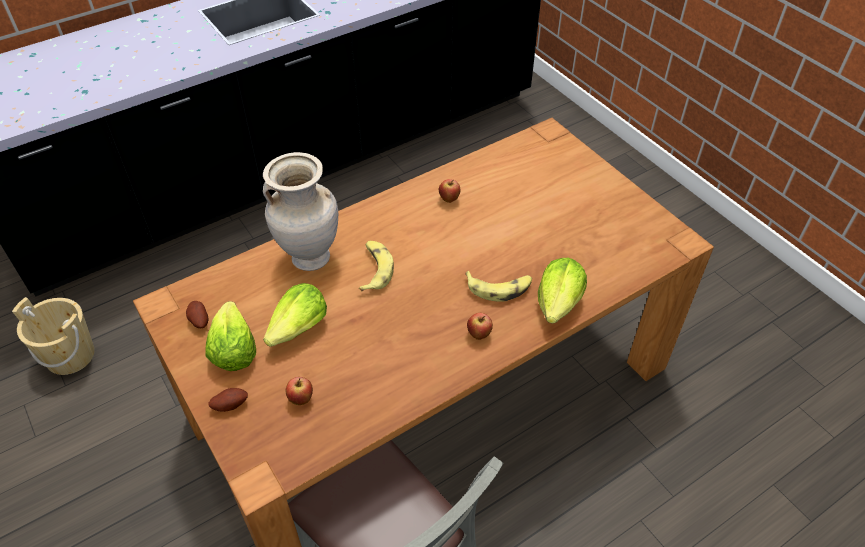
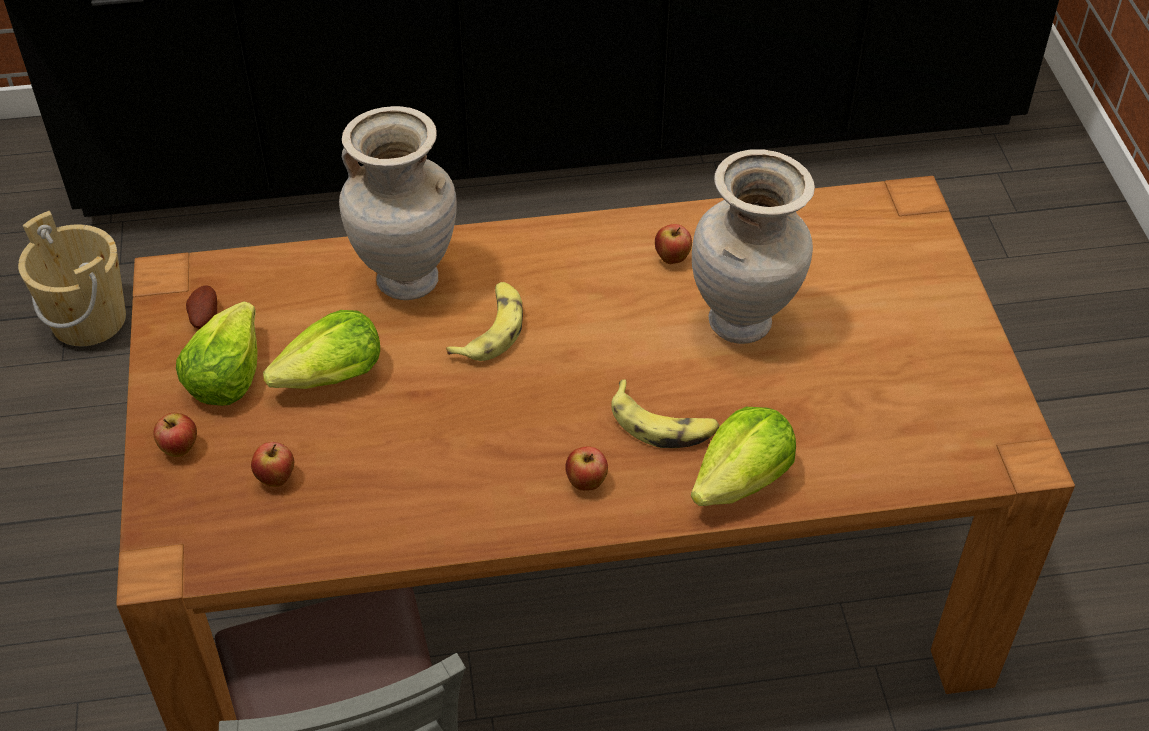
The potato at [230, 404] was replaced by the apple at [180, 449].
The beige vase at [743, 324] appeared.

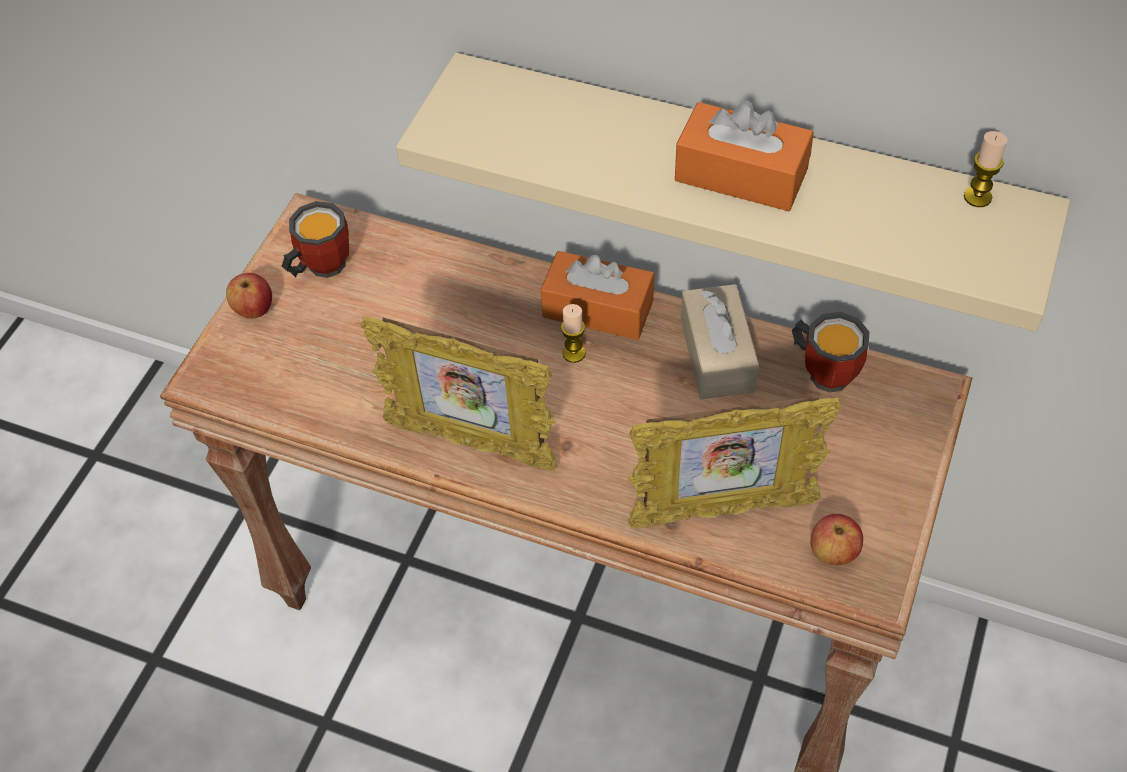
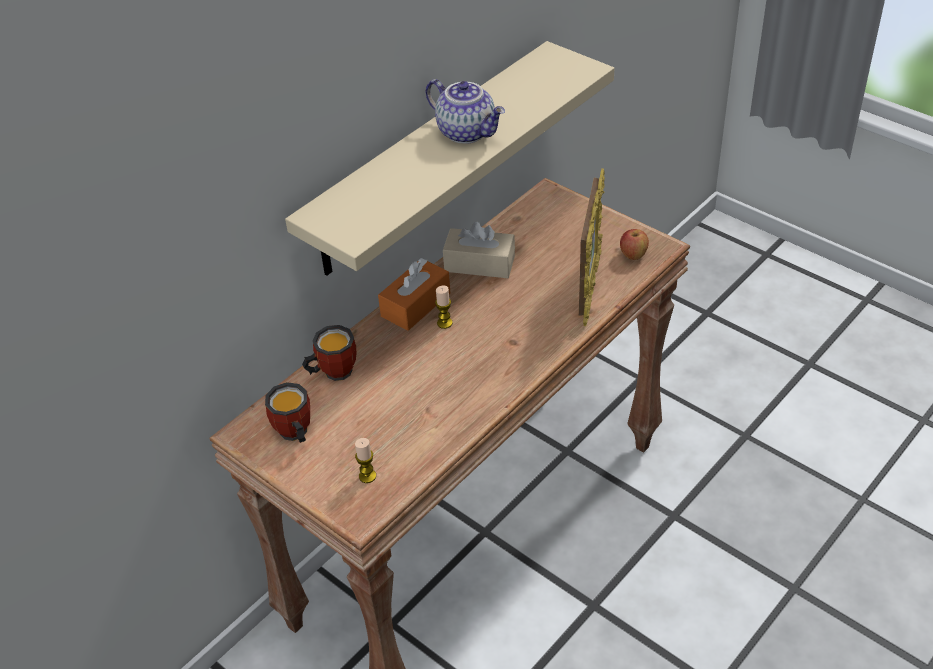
The apple at [254, 309] disappeared.
The picture frame at [471, 444] disappeared.
The orange tissue box at [741, 175] was replaced by the teapot at [467, 132].
The mug moved from [825, 369] to [332, 371].
The candle moved from [977, 197] to [367, 476].

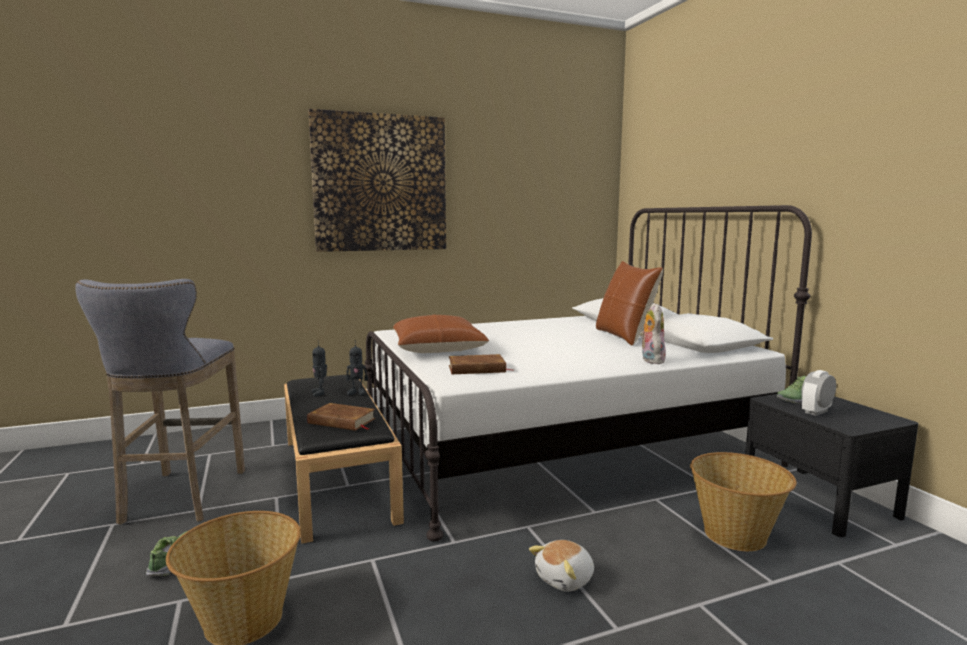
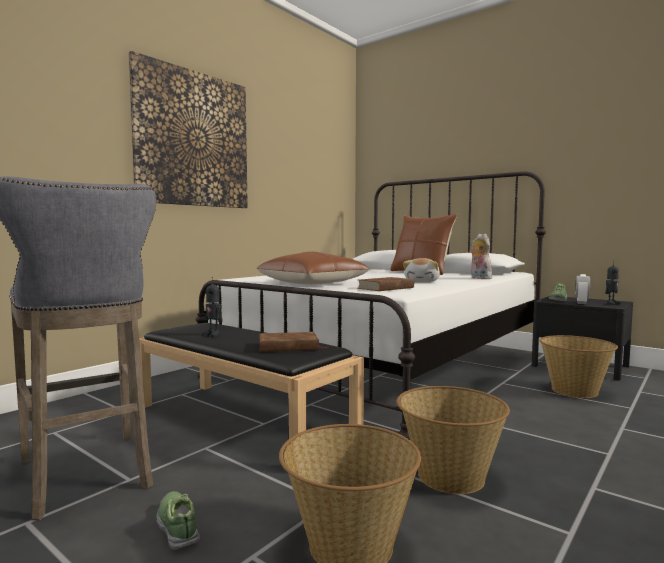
The toy robot moved from [357, 393] to [611, 303].
The plush toy moved from [566, 579] to [423, 281].
The basket at [449, 477] appeared.

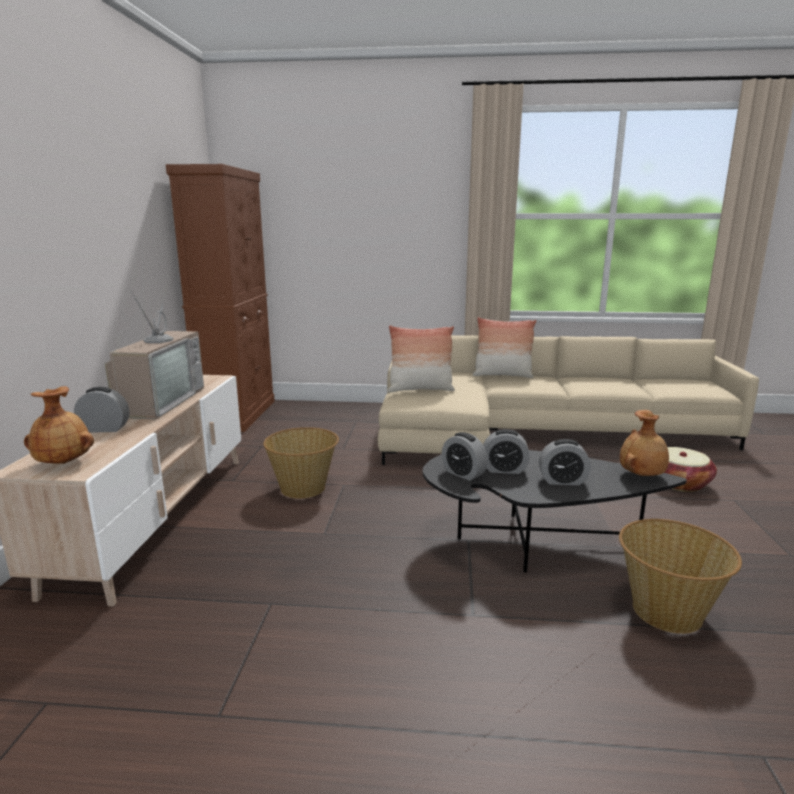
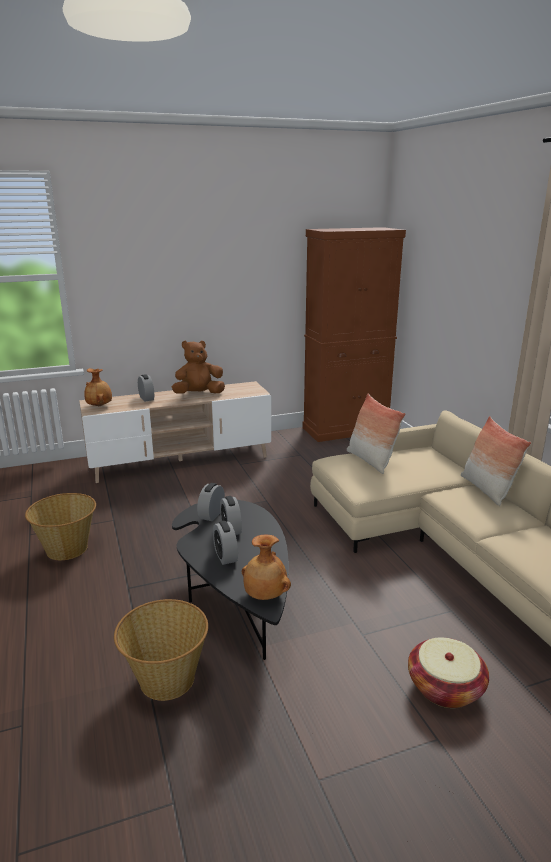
The television at [159, 401] was replaced by the brown plush toy at [198, 394].
The basket moved from [304, 488] to [67, 549].

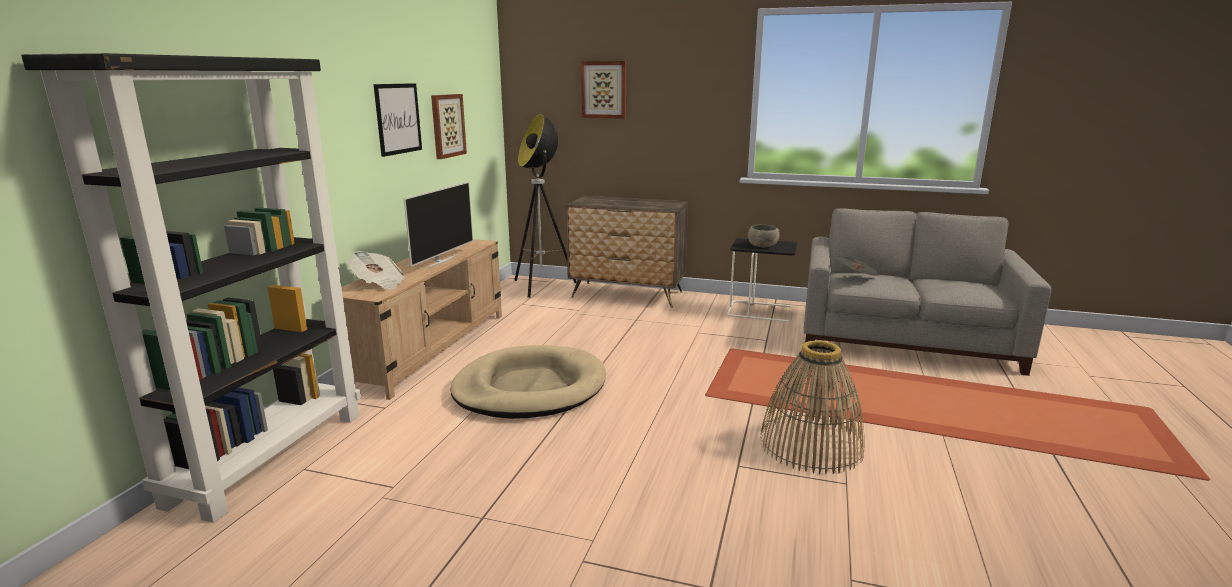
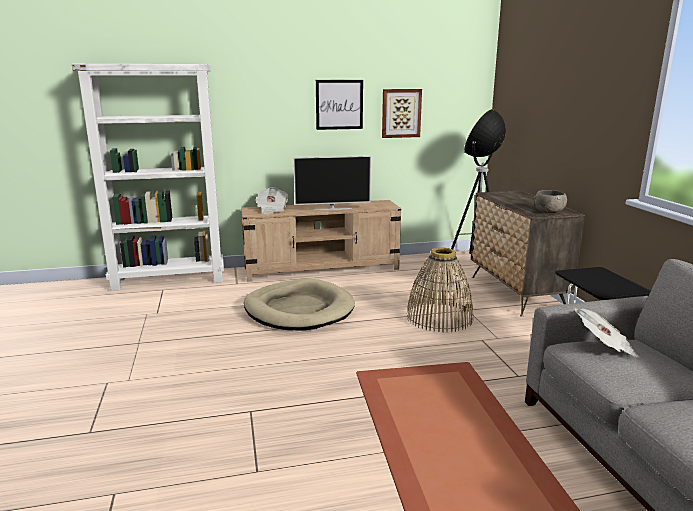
The black bookcase at [269, 456] became the white bookcase at [170, 279].
The picture at [604, 89] disappeared.
The grey bowl moved from [762, 246] to [549, 211].
The basket moved from [811, 445] to [439, 317].

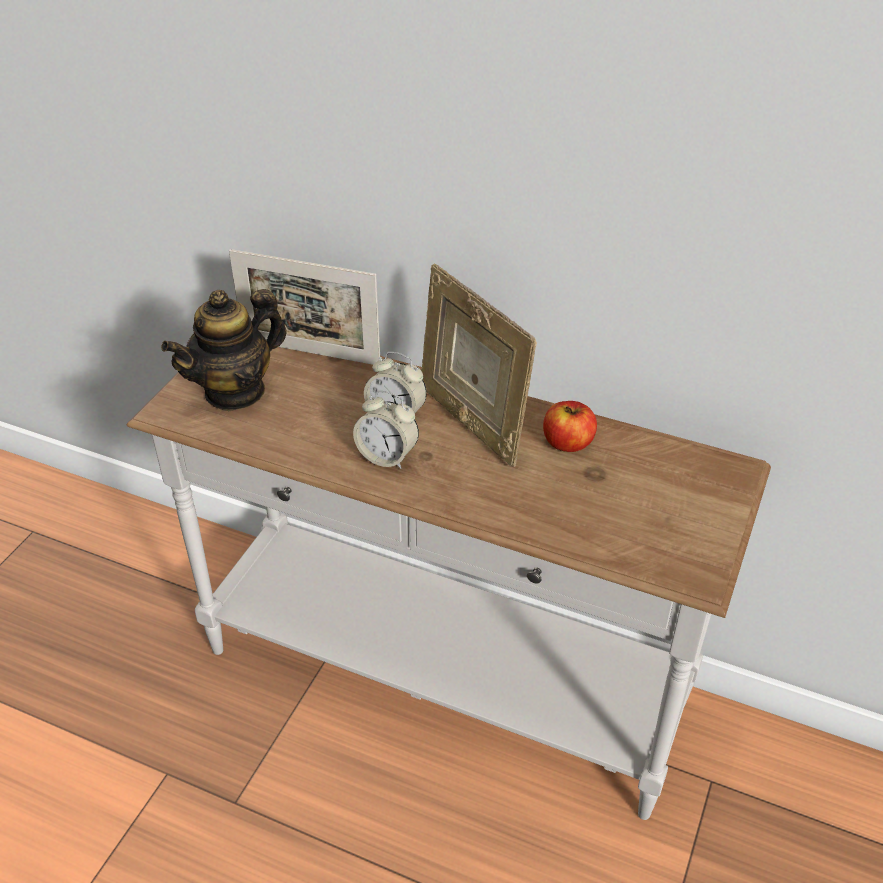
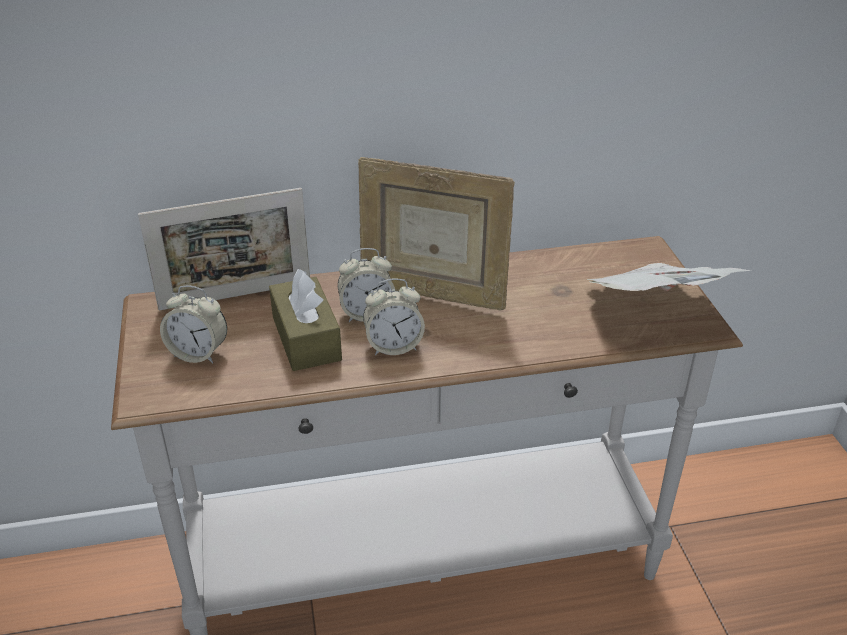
The teapot at [235, 391] was replaced by the alarm clock at [198, 353].
The apple at [568, 443] disappeared.
The brown tissue box at [306, 338] appeared.
The newspaper at [658, 309] appeared.

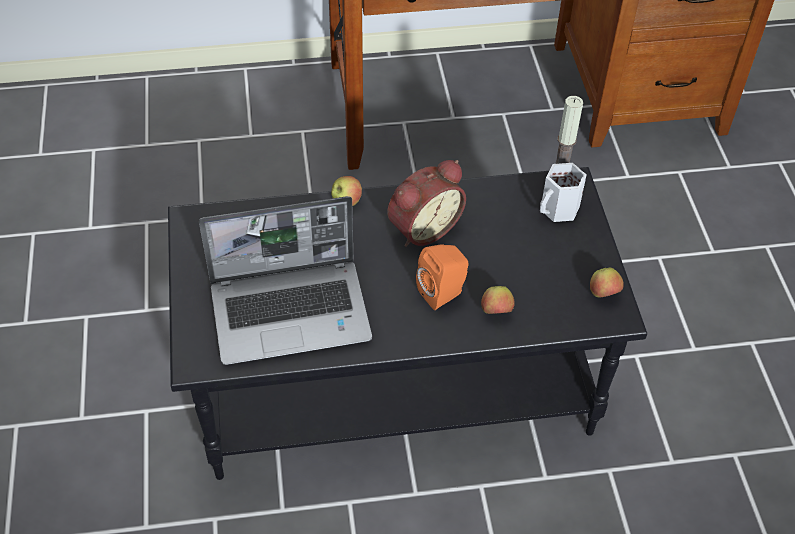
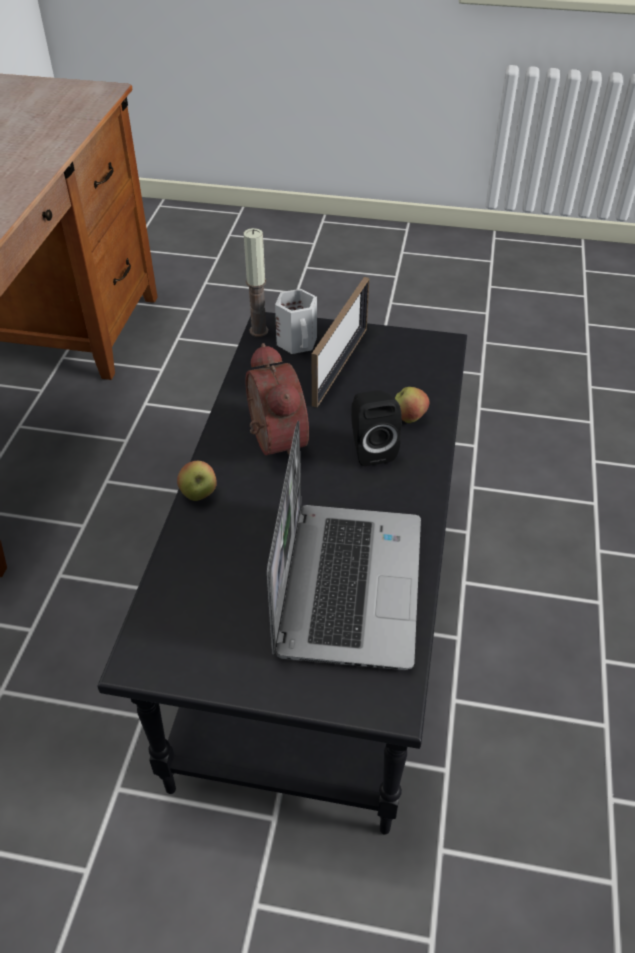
The orange speaker at [443, 293] became the black speaker at [371, 449].
The apple at [603, 294] disappeared.
The picture frame at [340, 365] appeared.

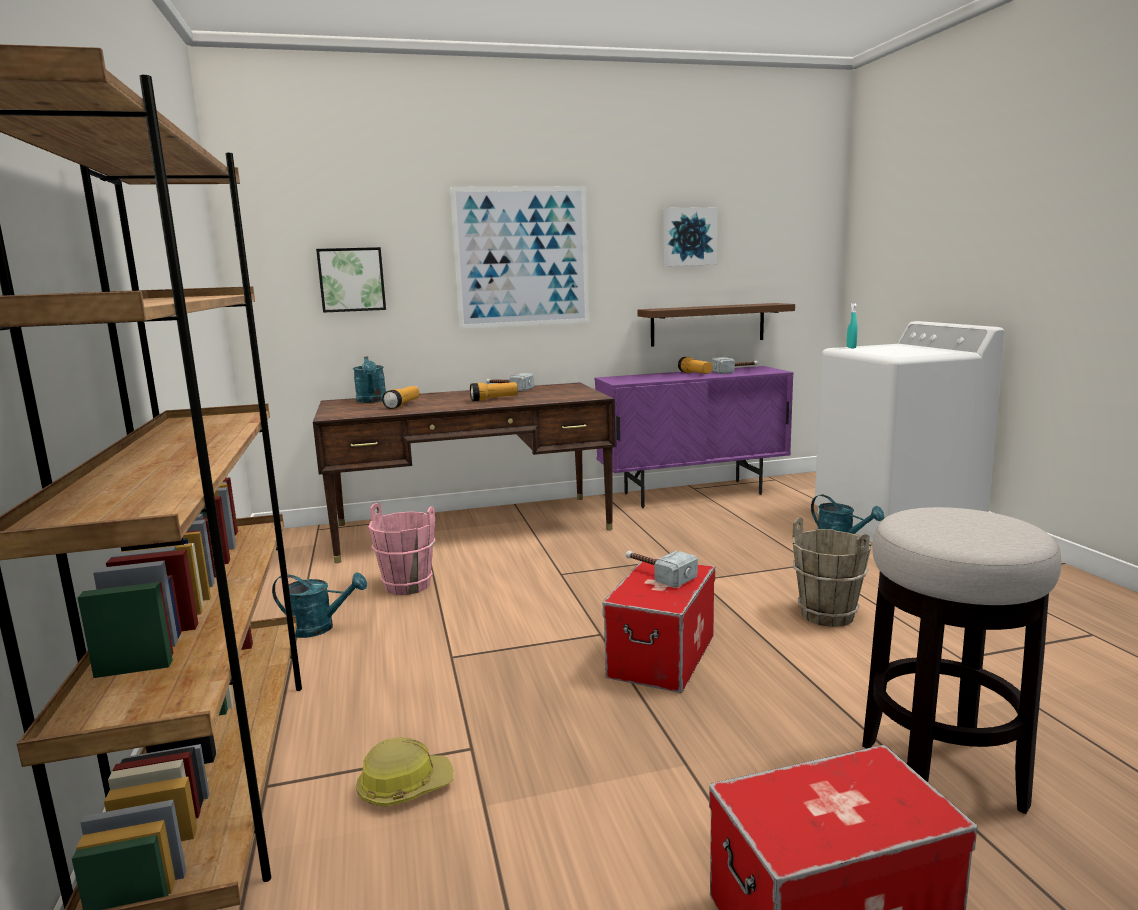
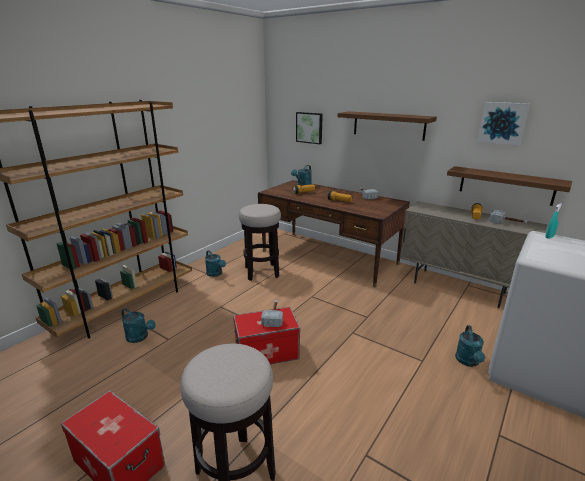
The hard hat at [404, 787] was replaced by the turquoise watering can at [140, 337].
The pink bucket at [407, 586] was replaced by the stool at [261, 272].
The picture at [522, 257] was replaced by the brown shelf at [388, 125].
The purple cabinet at [693, 494] became the beige cabinet at [459, 288].
The brown bucket at [827, 615] disappeared.

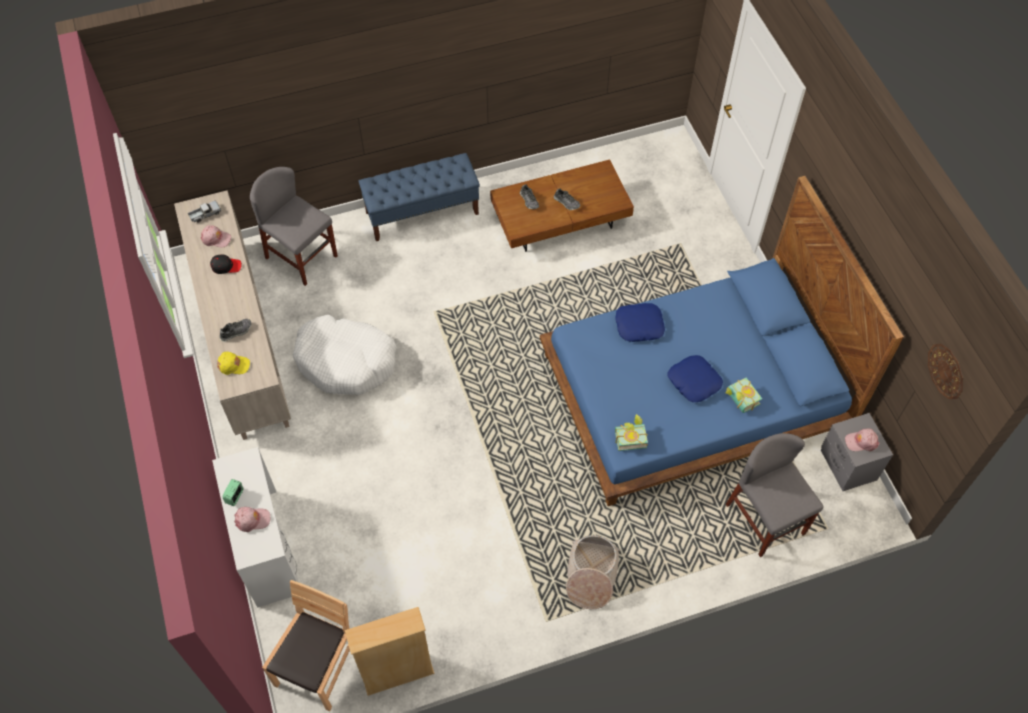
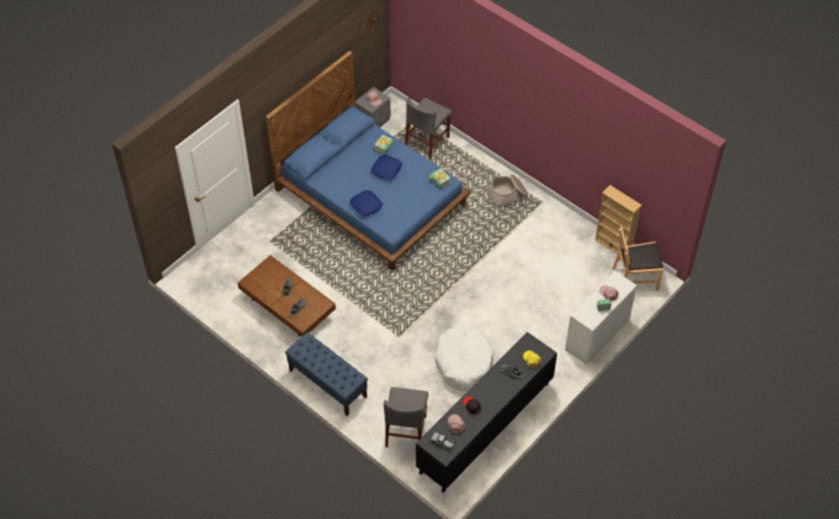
The beige cabinet at [241, 337] became the black cabinet at [485, 427].

